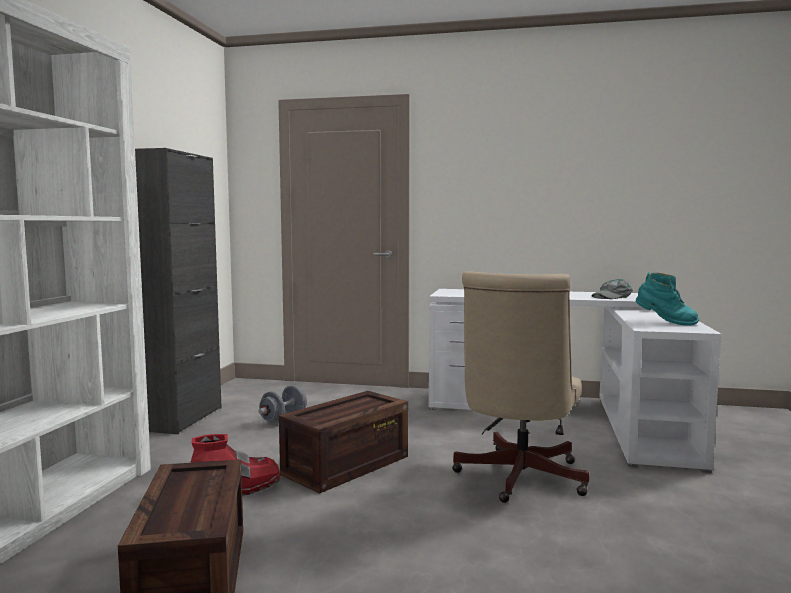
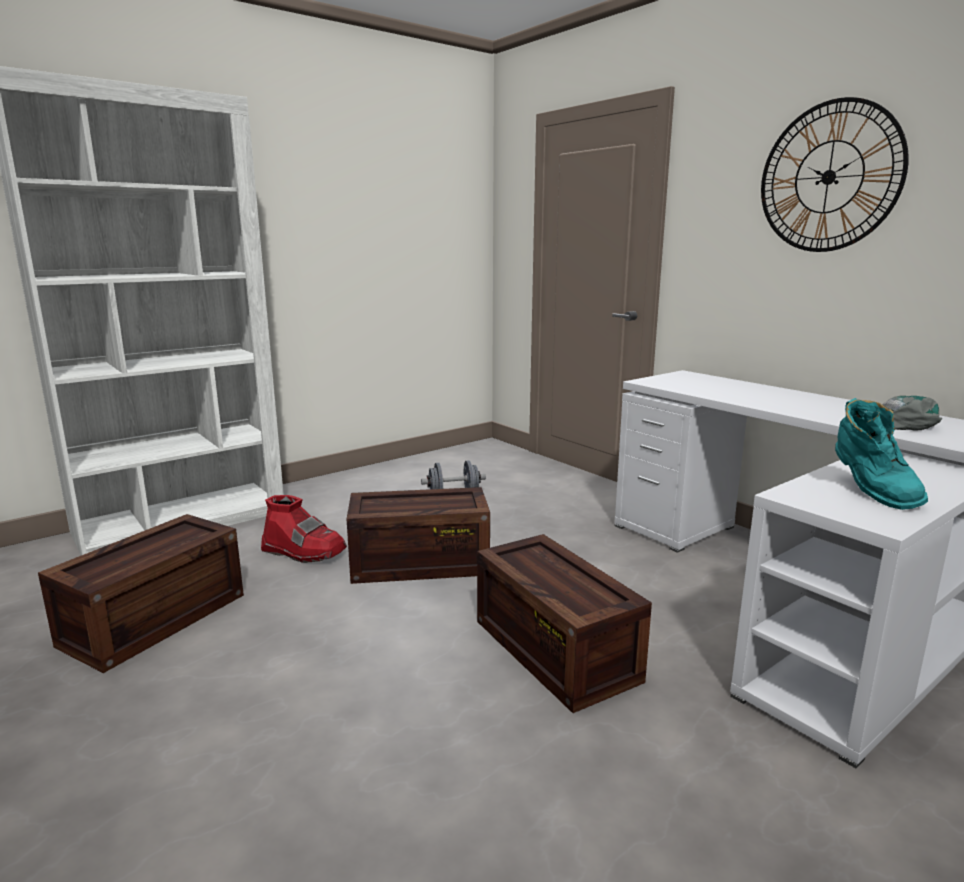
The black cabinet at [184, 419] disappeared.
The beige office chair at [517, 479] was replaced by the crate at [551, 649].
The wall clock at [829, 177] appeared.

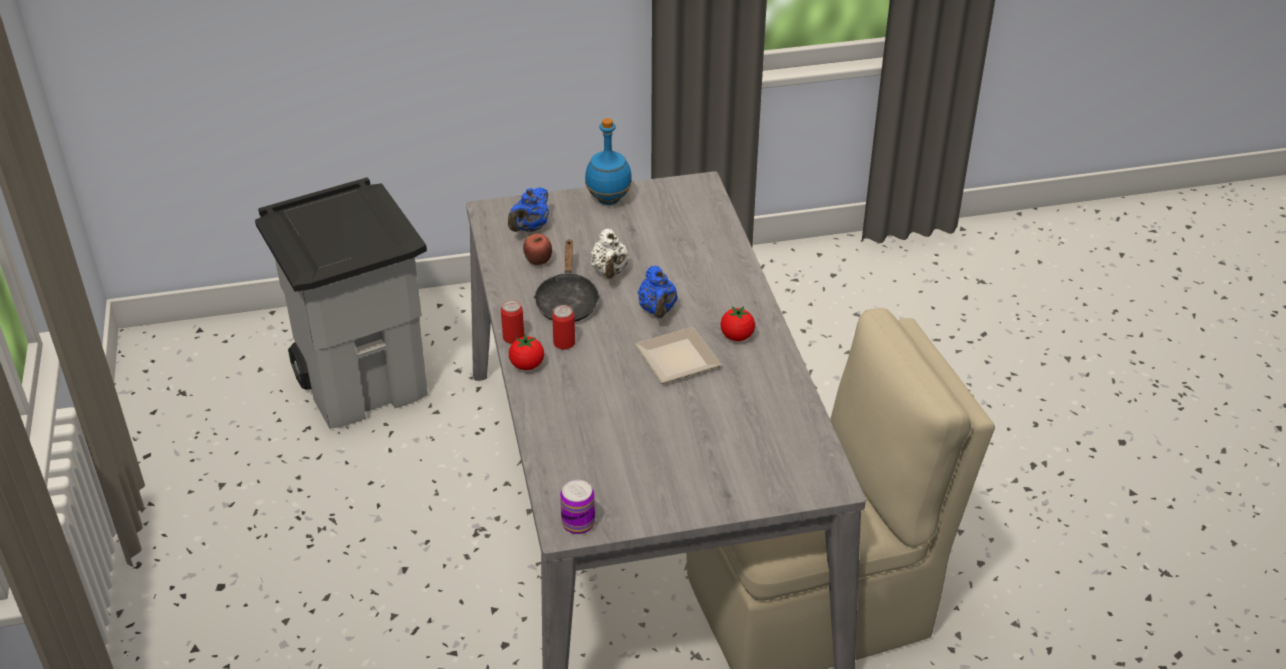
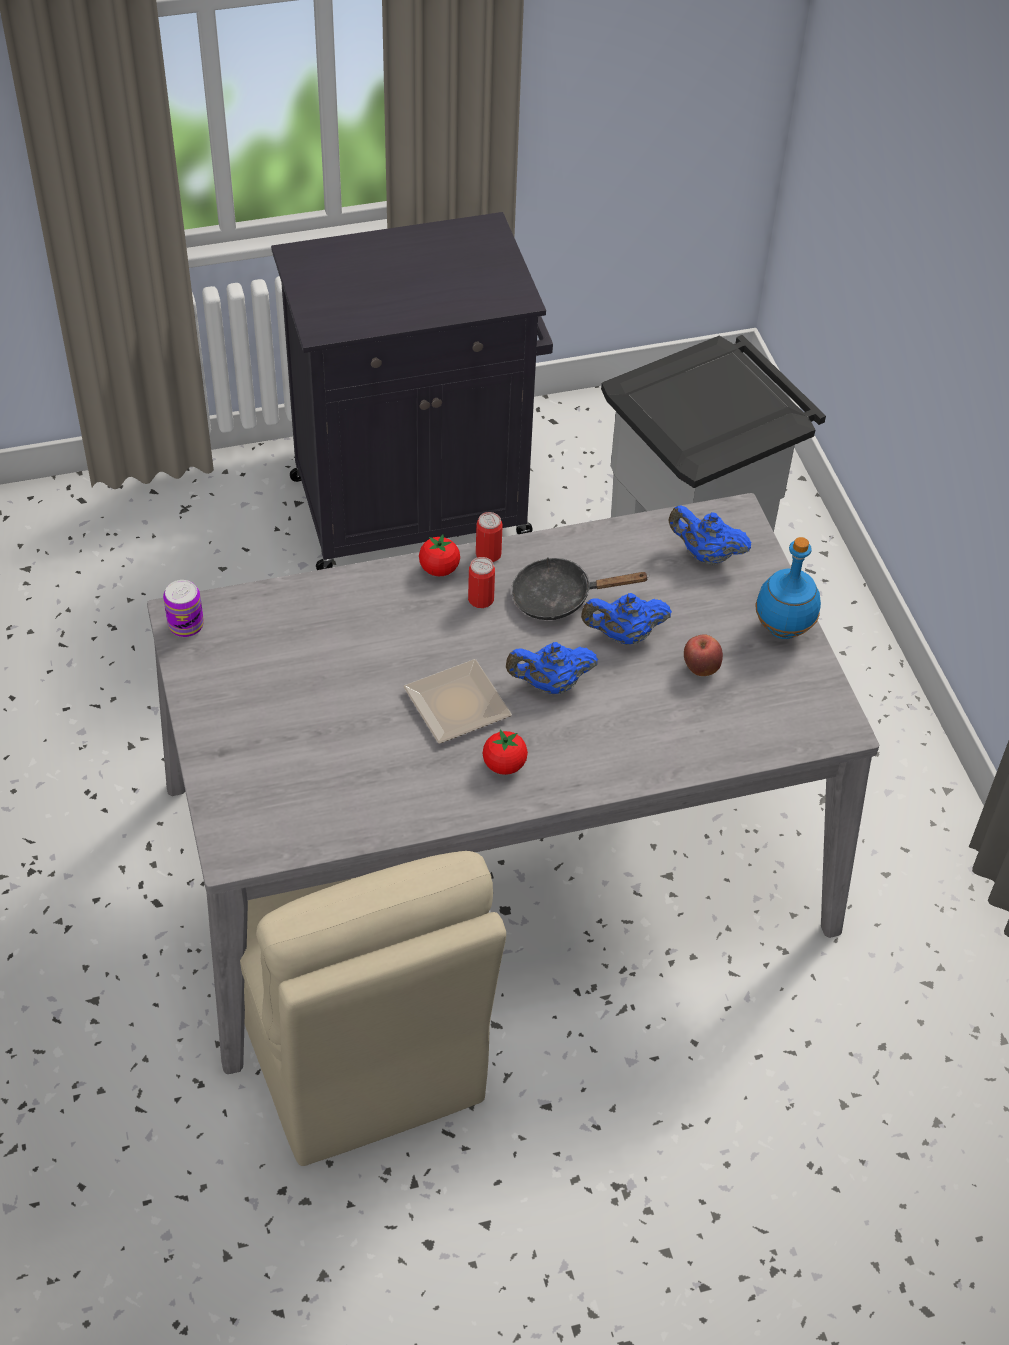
The apple moved from [538, 262] to [700, 668].
The white teapot at [610, 272] became the blue teapot at [624, 635].
The black cabinet at [415, 506] appeared.

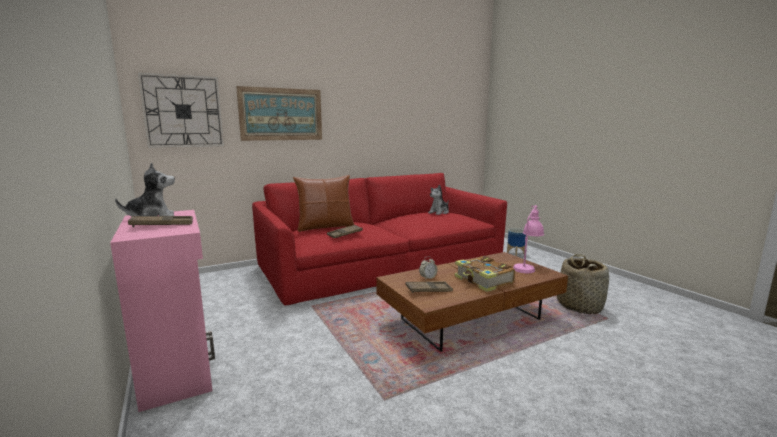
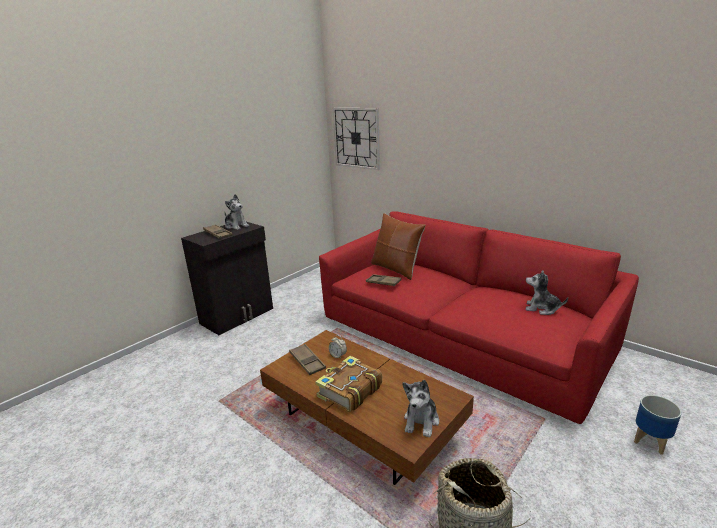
The pink cabinet at [178, 367] became the black cabinet at [238, 316].
The picture at [281, 114] disappeared.
The pink table lamp at [527, 267] was replaced by the plush toy at [421, 421].

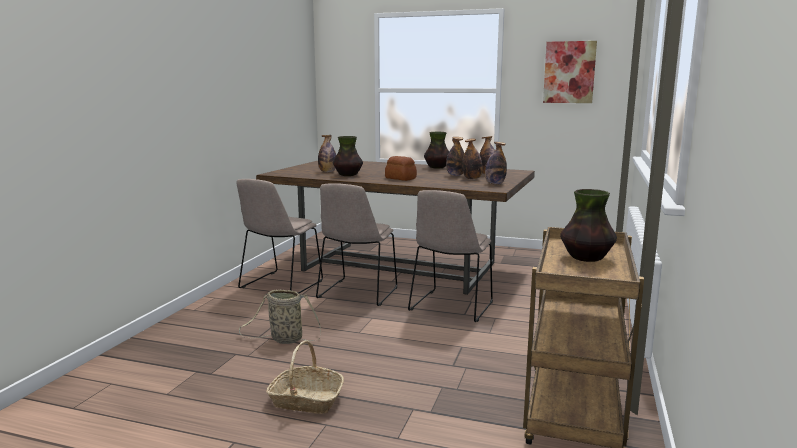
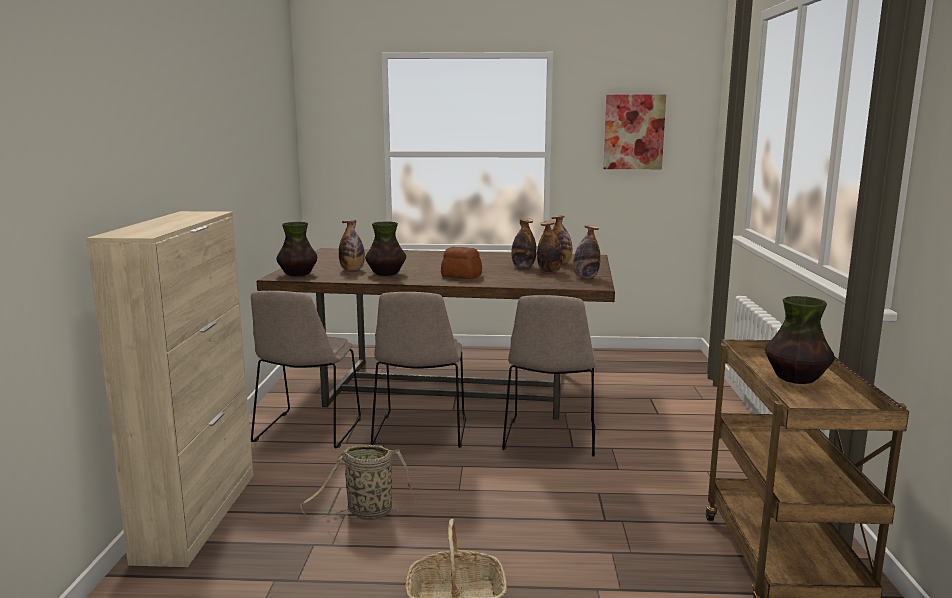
The vase moved from [437, 167] to [298, 274].
The beige cabinet at [198, 515] appeared.

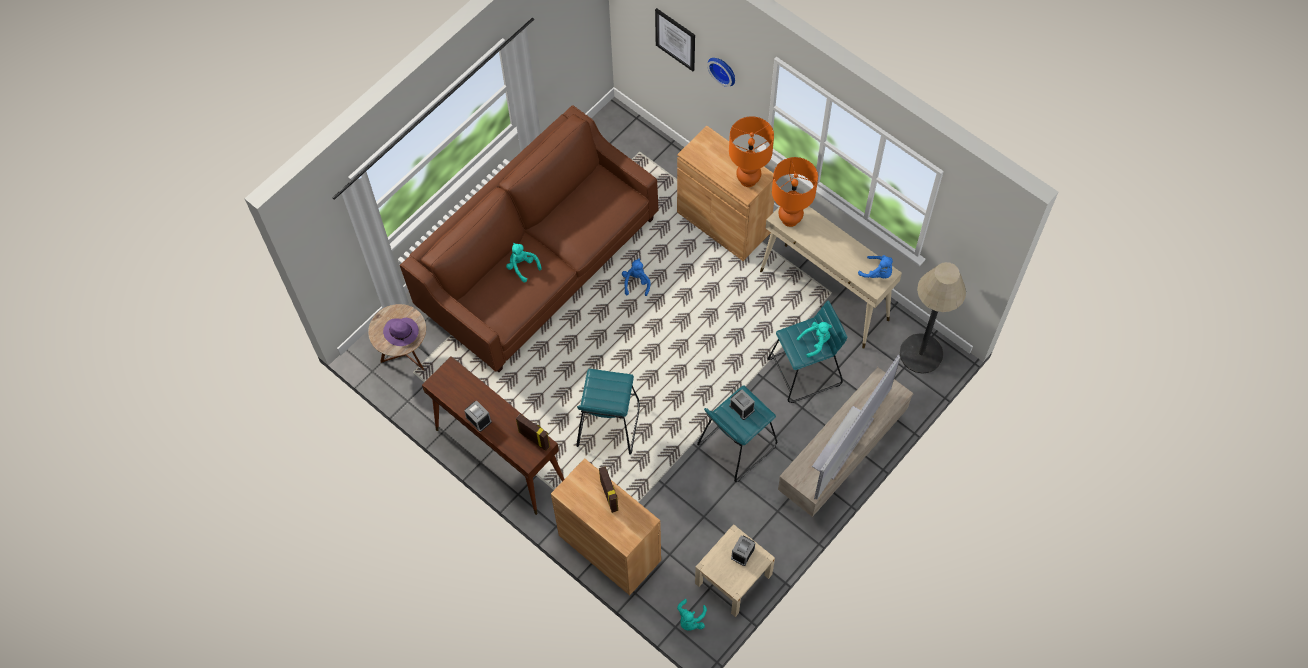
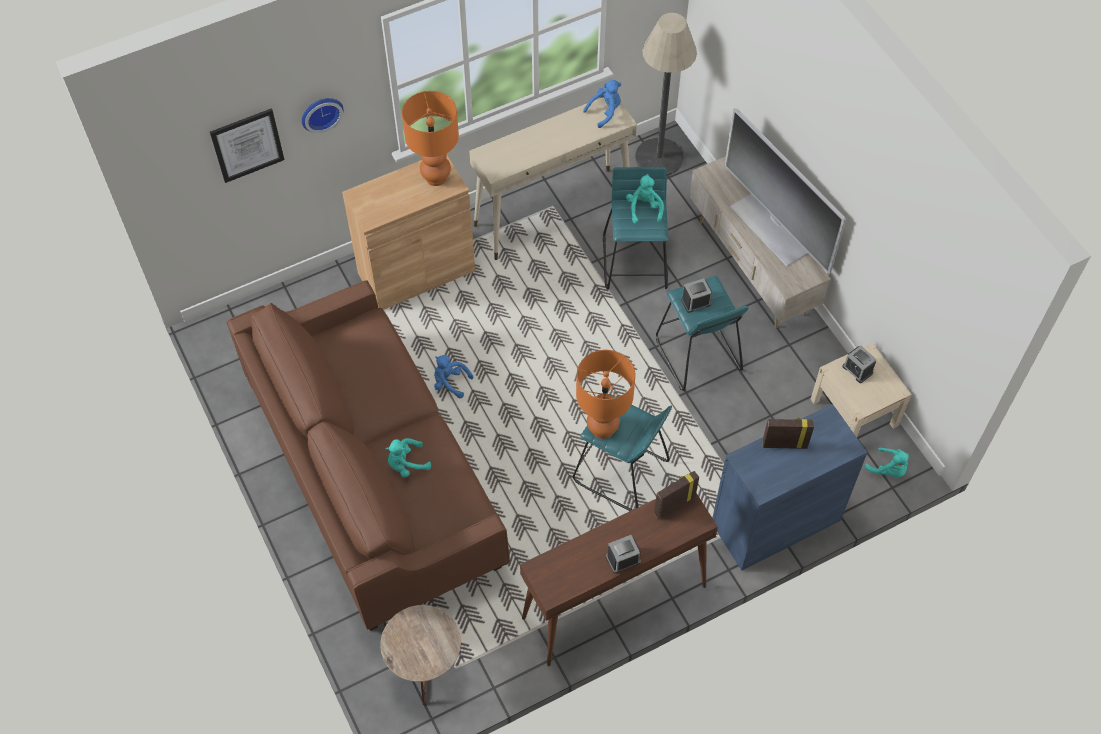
The purple hat at [402, 332] disappeared.
The brown cabinet at [609, 548] became the blue cabinet at [775, 522].
The orange table lamp moved from [789, 219] to [602, 429].

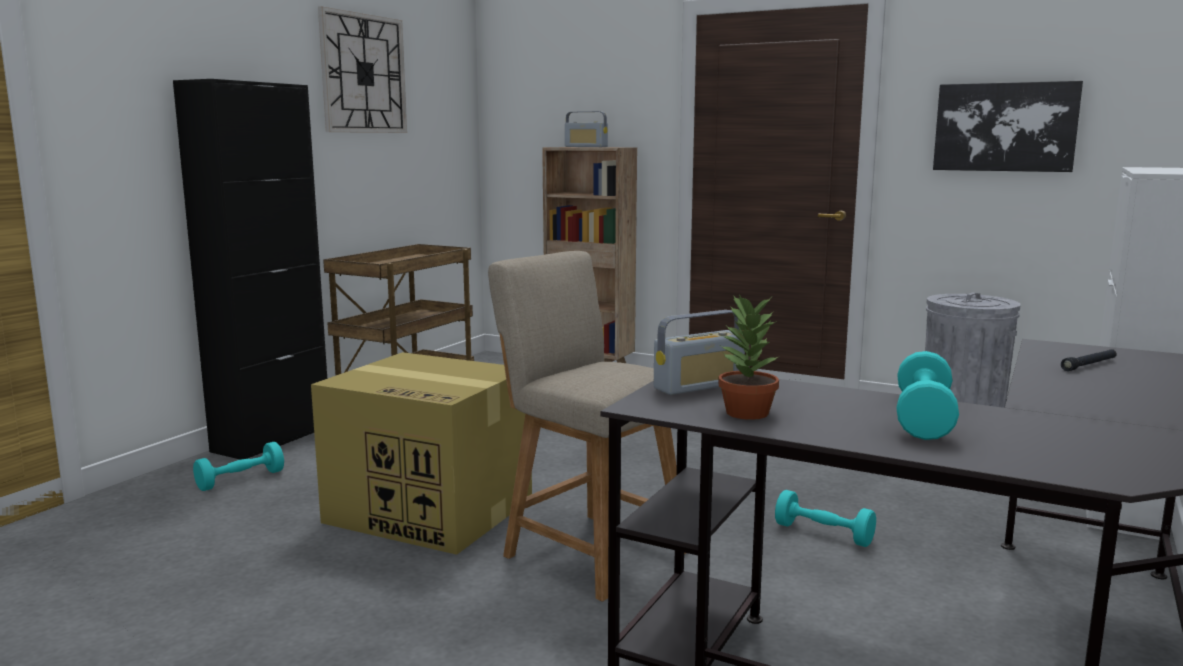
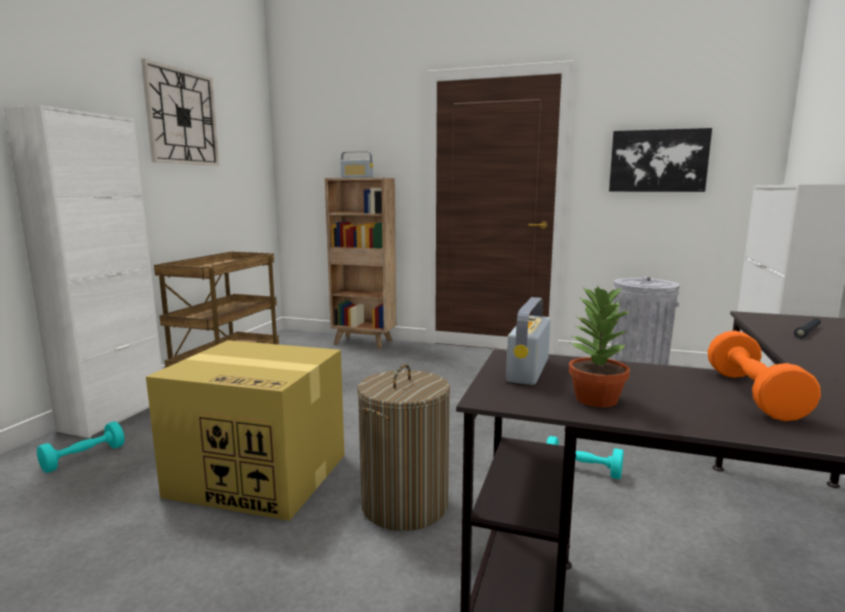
The black cabinet at [272, 439] became the white cabinet at [114, 415].
The beige chair at [589, 551] was replaced by the laundry basket at [404, 504].
The radio at [699, 386] turned 150 degrees clockwise.
The turquoise dumbbell at [923, 418] became the orange dumbbell at [753, 395].

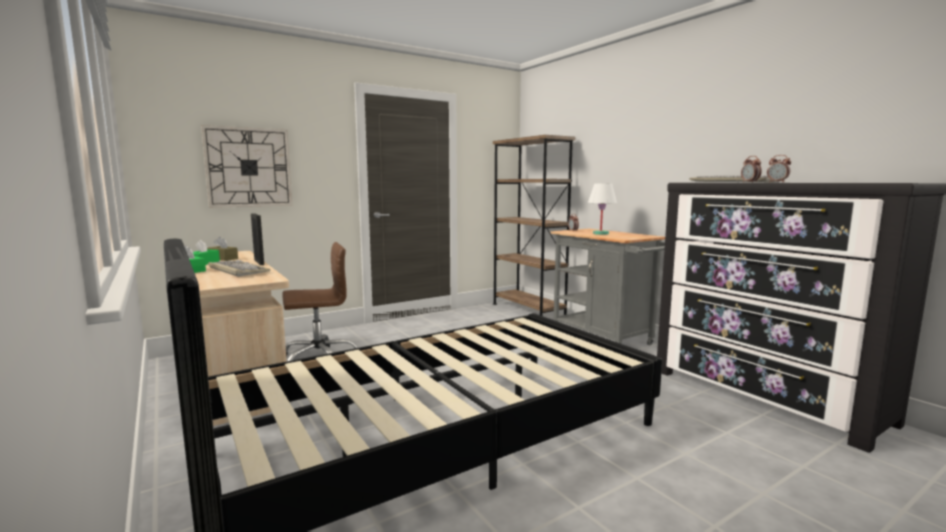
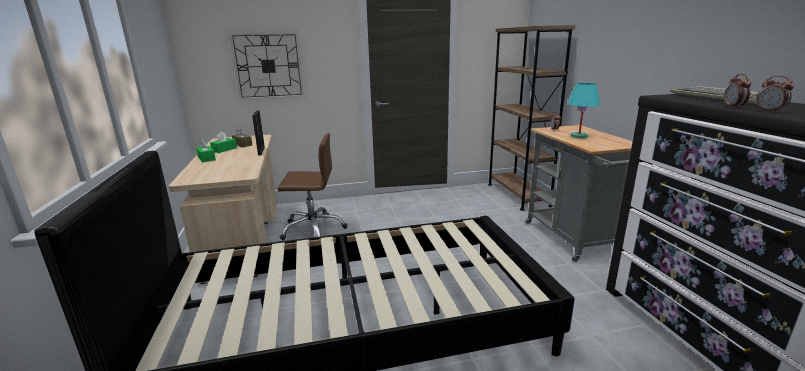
The keyboard at [237, 270] disappeared.
The white table lamp at [601, 233] became the turquoise table lamp at [579, 136].

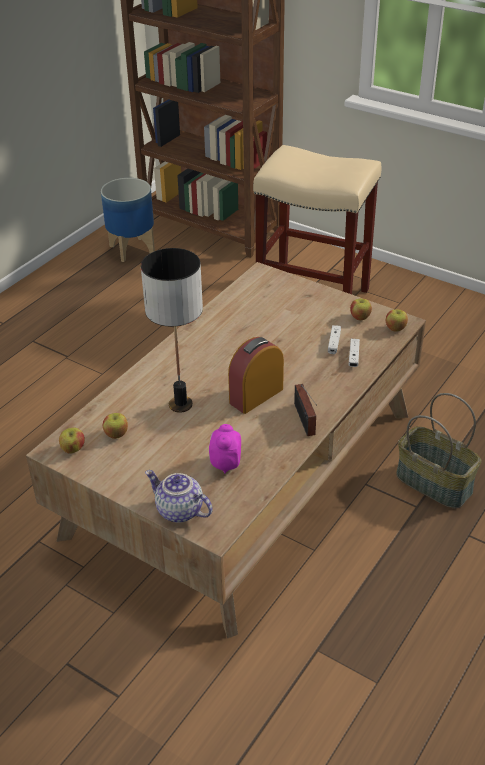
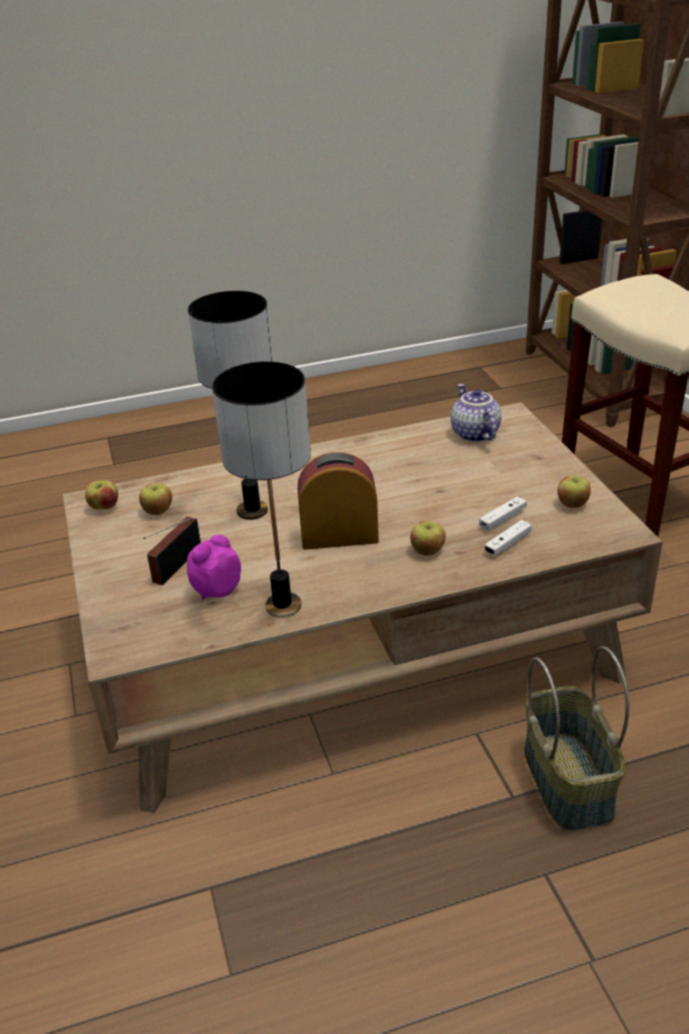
The planter at [132, 249] disappeared.
The teapot moved from [178, 511] to [473, 434].
The radio moved from [304, 421] to [174, 566].
The apple moved from [395, 328] to [427, 551].
The table lamp at [283, 605] appeared.

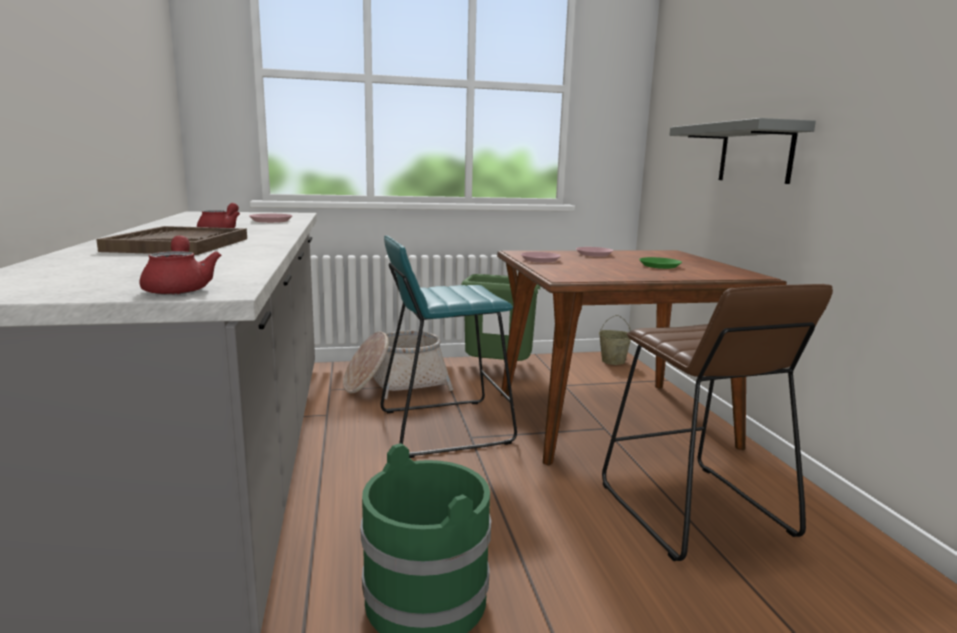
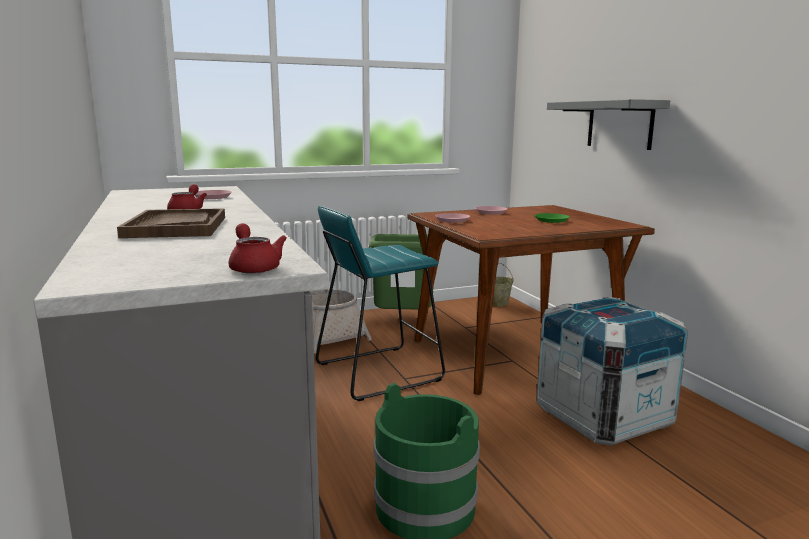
The brown stool at [692, 509] was replaced by the crate at [602, 416].

